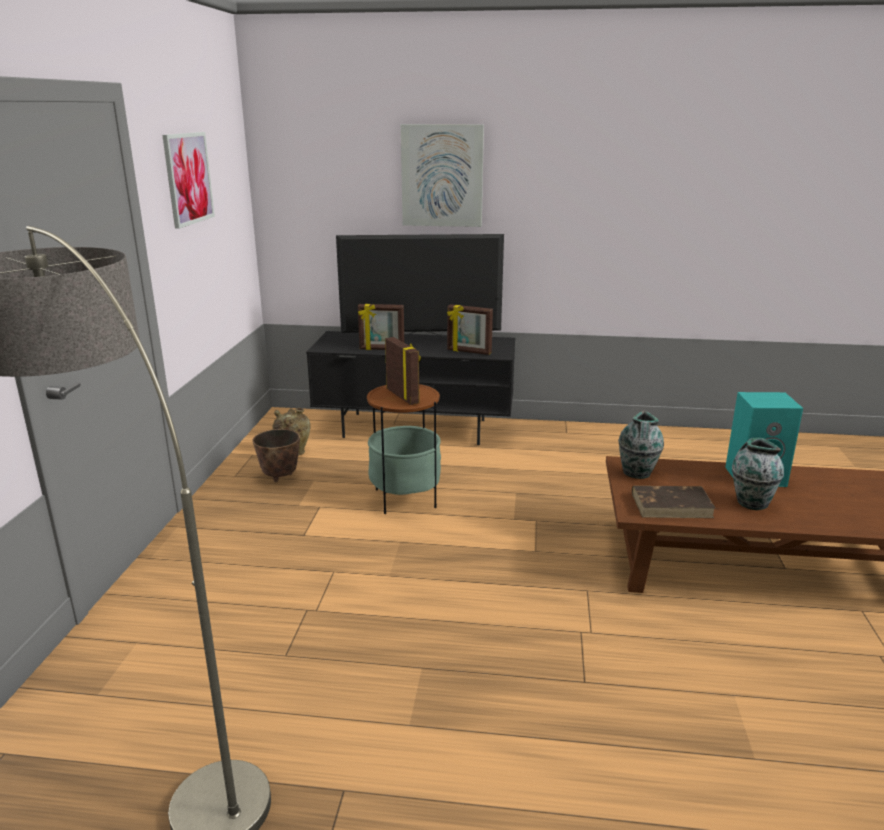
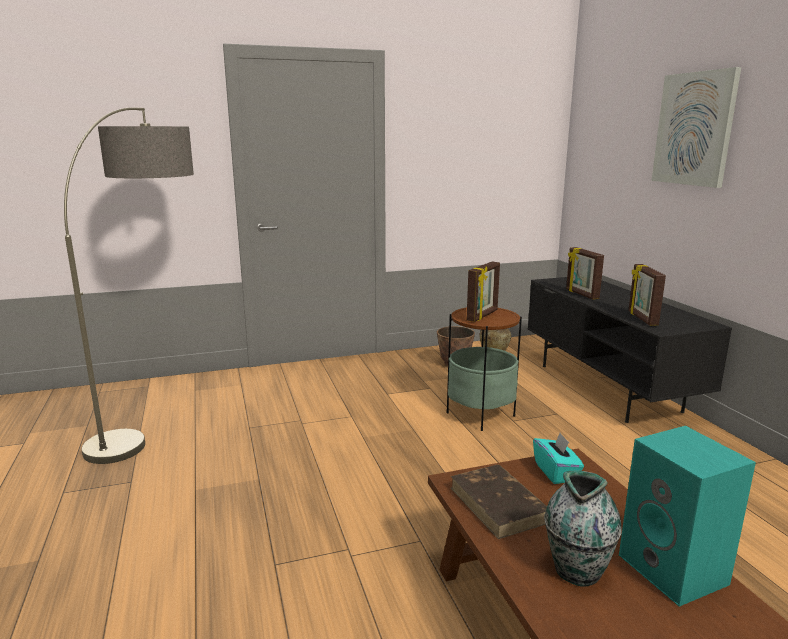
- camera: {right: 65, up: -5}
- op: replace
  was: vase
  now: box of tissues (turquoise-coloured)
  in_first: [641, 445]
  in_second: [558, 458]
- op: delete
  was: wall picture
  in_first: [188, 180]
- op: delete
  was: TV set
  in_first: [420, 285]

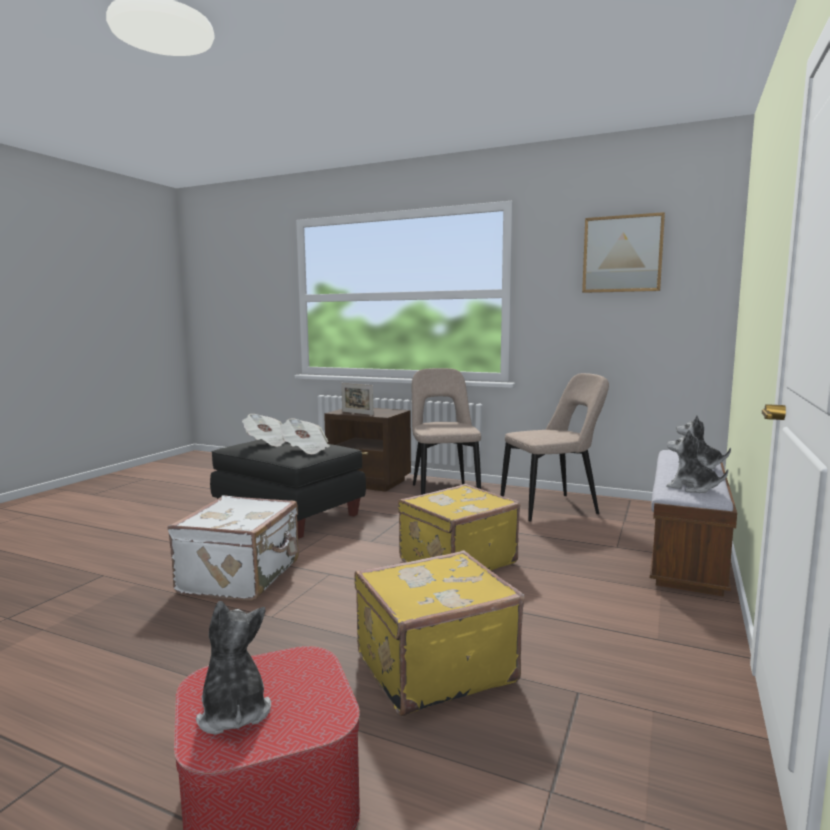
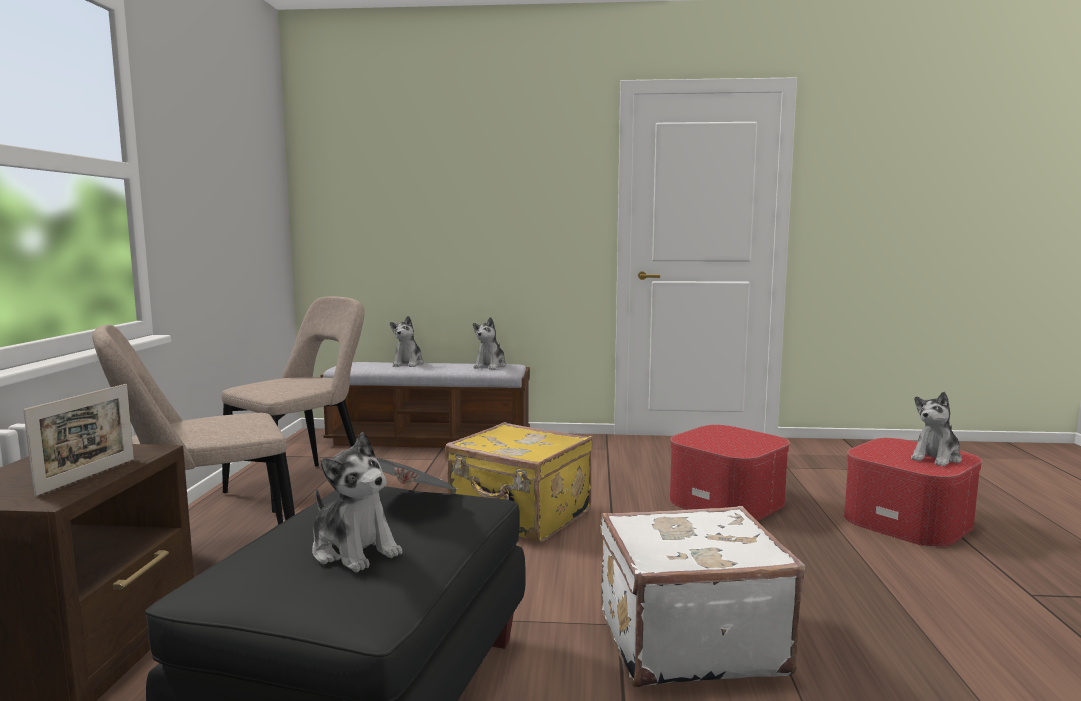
- camera: {right: -110, up: 0}
- op: rotate
  was: chair (beige-coloured)
  in_first: [554, 447]
  in_second: [293, 404]
  clockwise: 75
- op: replace
  was: daily paper
  now: soft toy
  in_first: [264, 430]
  in_second: [357, 502]
- op: replace
  was: travel case (yellow-coloured)
  now: footrest
  in_first: [439, 633]
  in_second: [730, 473]
- op: delete
  was: wall picture
  in_first: [623, 252]

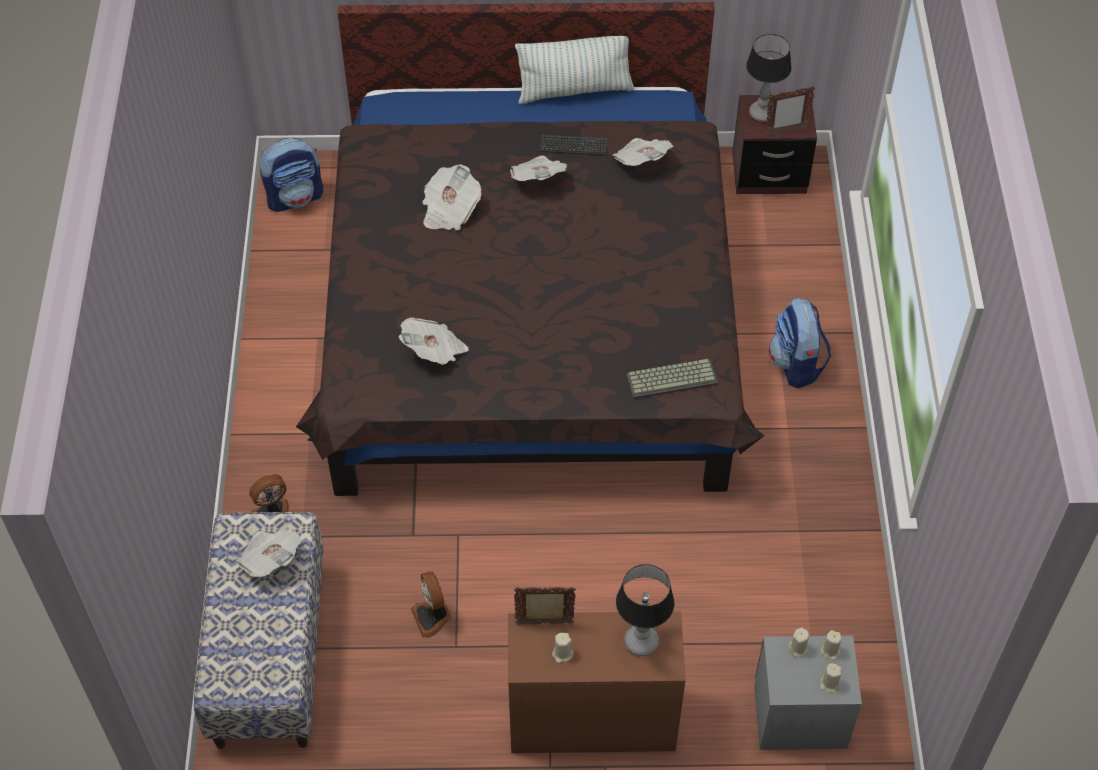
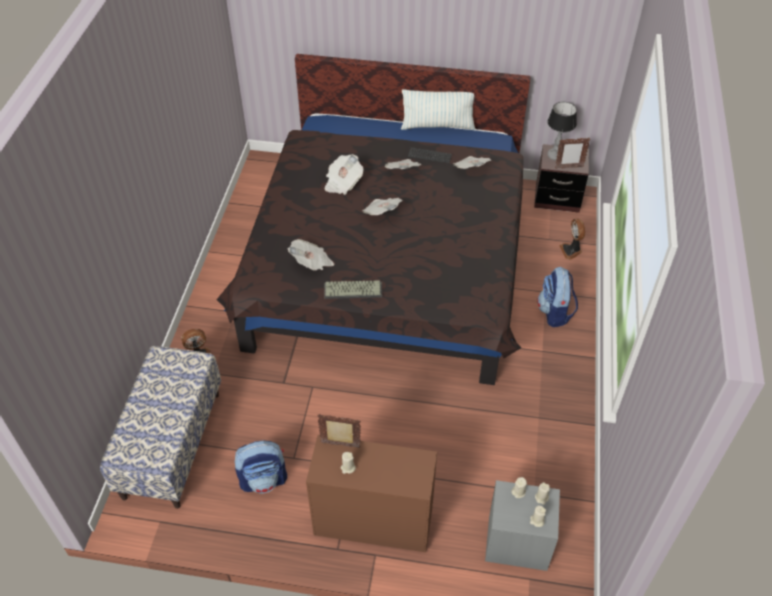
- camera: {right: 10, up: -5}
- op: move
  was: knapsack
  in_first: [291, 174]
  in_second: [260, 467]
- op: move
  was: PC keyboard
  in_first: [672, 379]
  in_second: [353, 290]
- op: move
  was: daily paper
  in_first: [268, 553]
  in_second: [382, 206]
- op: move
  was: cooling fan
  in_first: [431, 604]
  in_second: [572, 239]
- op: delete
  was: lamp for a table
  in_first: [645, 610]

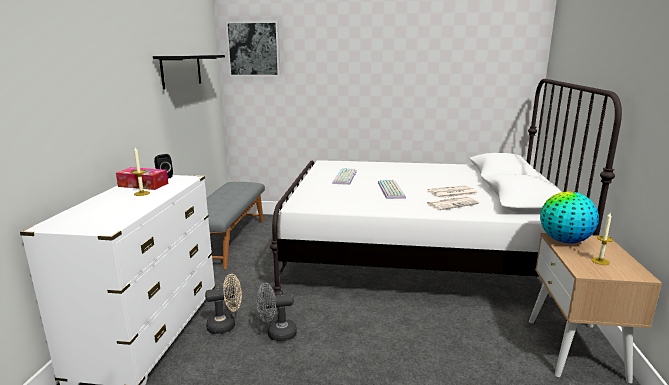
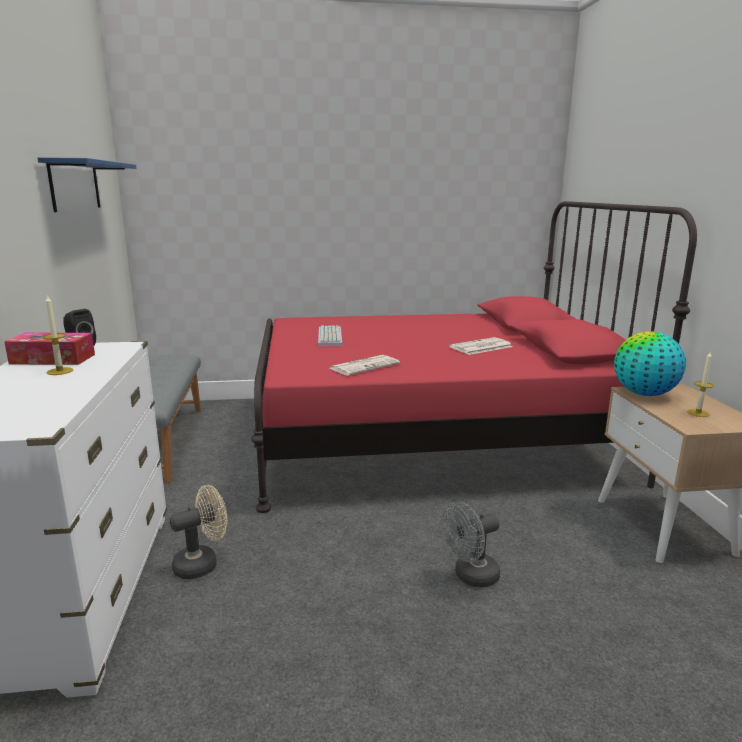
- camera: {right: -15, up: 0}
- op: recolor
  was: wall shelf (blackish)
  now: wall shelf (blue)
  in_first: [189, 72]
  in_second: [87, 184]
- op: recolor
  was: bed (white-coloured)
  now: bed (reddish)
  in_first: [446, 187]
  in_second: [474, 357]
- op: move
  was: daily paper
  in_first: [453, 203]
  in_second: [365, 365]
- op: move
  was: cooling fan (greyish)
  in_first: [277, 312]
  in_second: [471, 545]
- op: delete
  was: wall picture
  in_first: [253, 49]
- op: delete
  was: PC keyboard
  in_first: [392, 189]

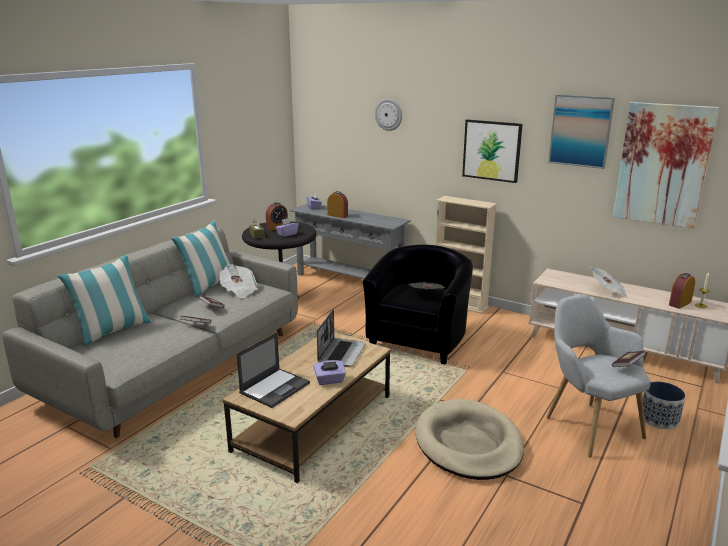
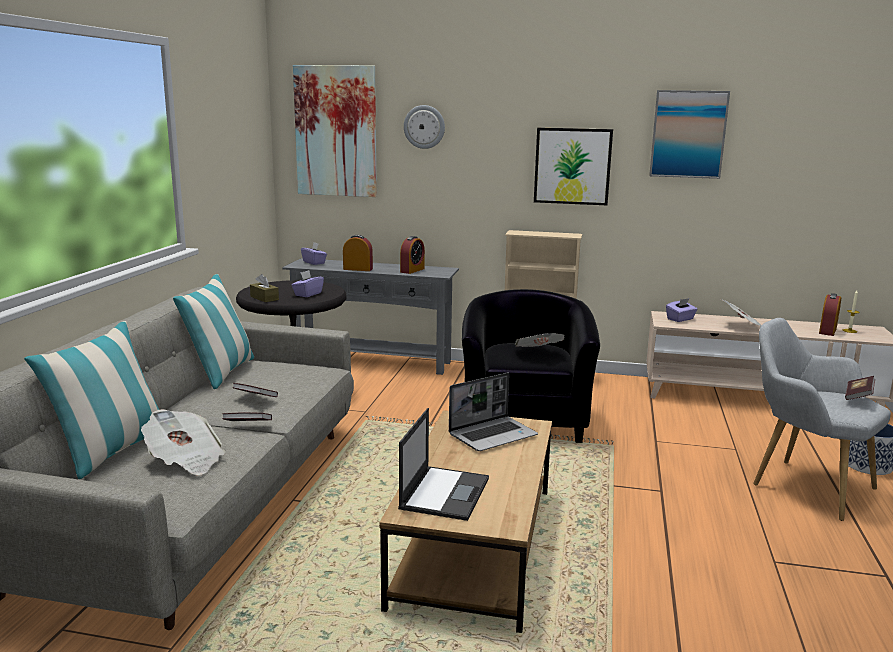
- camera: {right: -20, up: -5}
- op: move
  was: daily paper
  in_first: [238, 281]
  in_second: [183, 442]
- op: move
  was: wall picture
  in_first: [666, 165]
  in_second: [335, 131]
- op: move
  was: bedside clock
  in_first: [277, 216]
  in_second: [412, 255]
- op: rotate
  was: laptop
  in_first: [341, 338]
  in_second: [493, 411]
  clockwise: 60
- op: move
  was: box of tissues (purple)
  in_first: [329, 372]
  in_second: [681, 310]
- op: delete
  was: pet bed (beige-coloured)
  in_first: [469, 439]

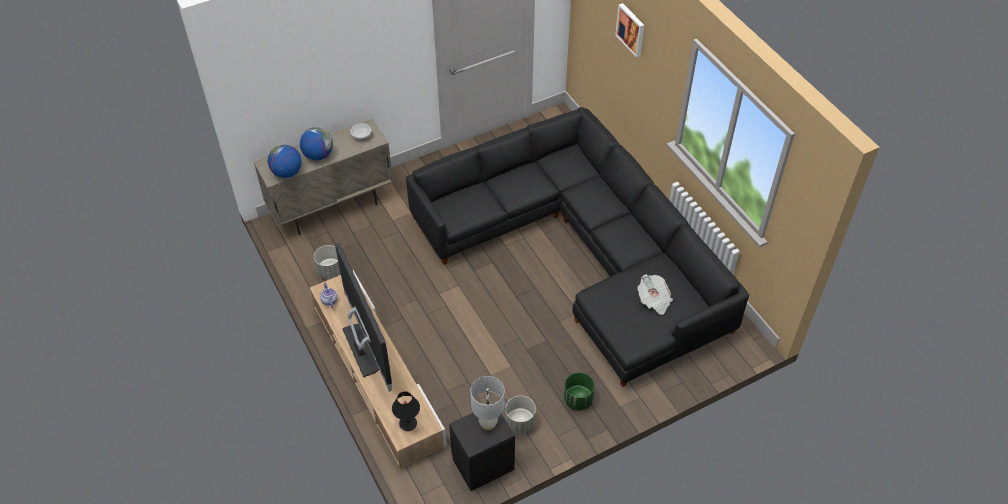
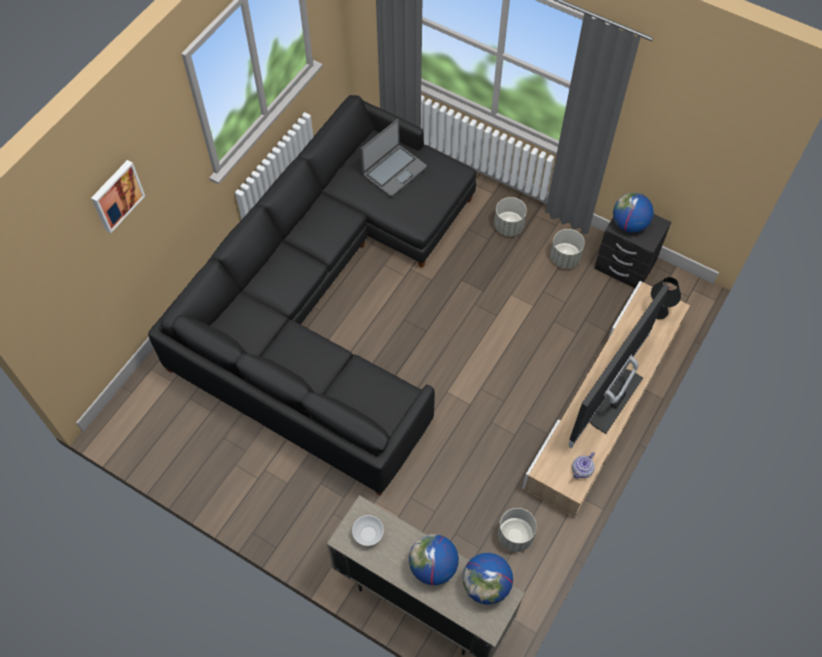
- camera: {right: -120, up: 10}
- op: replace
  was: daily paper
  now: laptop
  in_first: [655, 294]
  in_second: [394, 158]
- op: recolor
  was: plant pot (greenish)
  now: plant pot (greyish)
  in_first: [579, 391]
  in_second: [510, 216]
- op: replace
  was: lamp for a table (white-coloured)
  now: globe
  in_first: [488, 403]
  in_second: [633, 213]

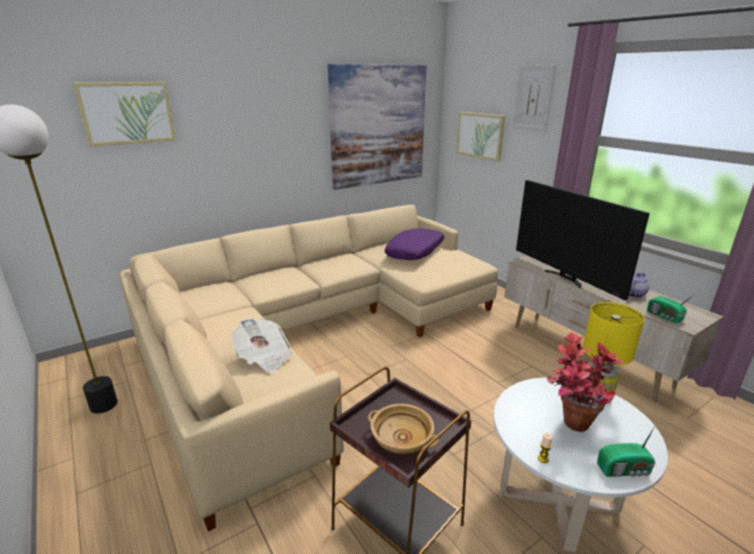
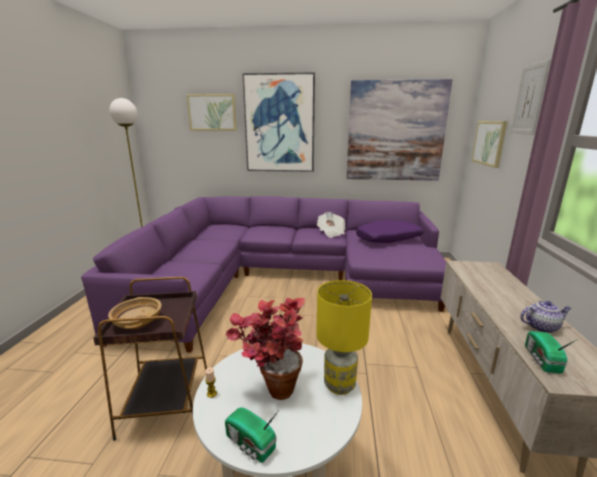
- camera: {right: 40, up: -5}
- op: recolor
  was: couch (beige-coloured)
  now: couch (purple)
  in_first: [309, 368]
  in_second: [263, 274]
- op: insert
  now: wall picture
  in_second: [278, 122]
- op: move
  was: daily paper
  in_first: [262, 345]
  in_second: [331, 225]
- op: delete
  was: TV set
  in_first: [583, 240]

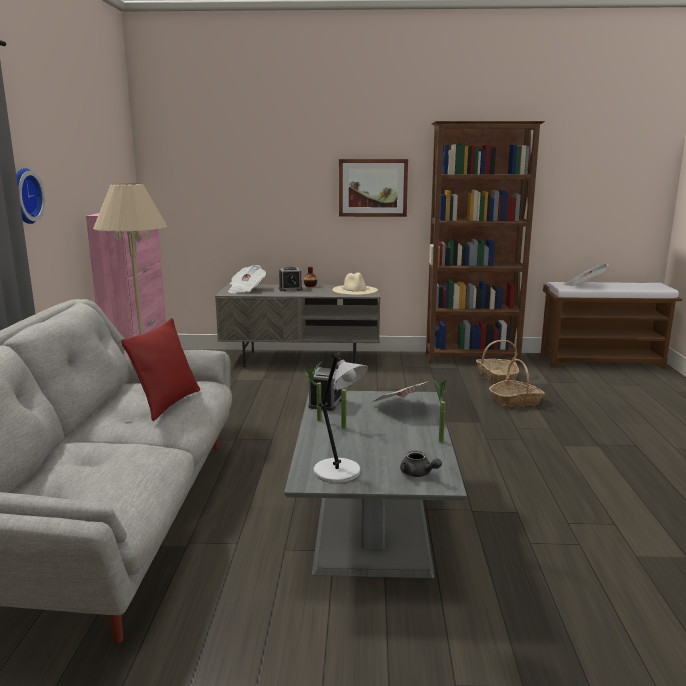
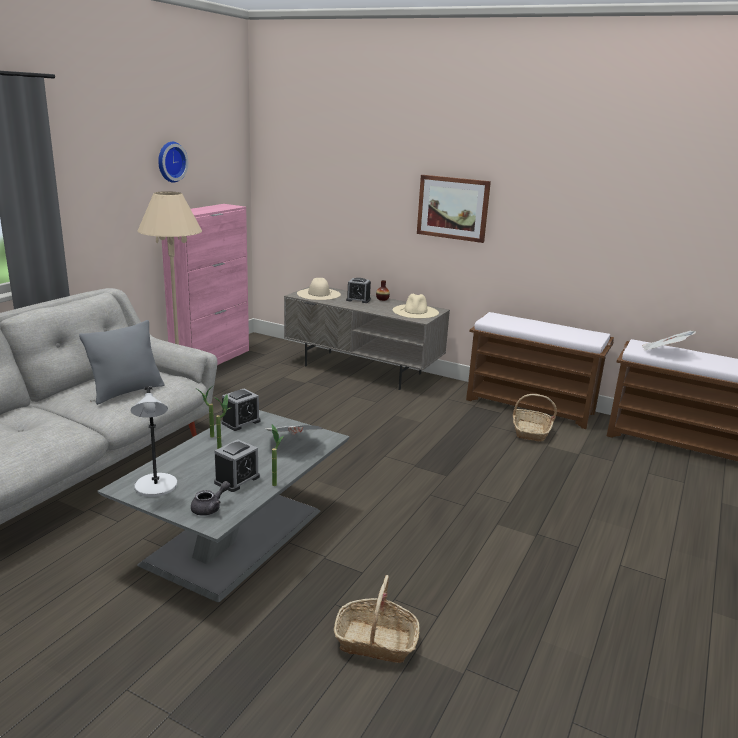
- camera: {right: 25, up: 5}
- op: recolor
  was: pillow (reddish)
  now: pillow (greyish)
  in_first: [160, 369]
  in_second: [122, 362]
- op: move
  was: wall clock
  in_first: [30, 196]
  in_second: [173, 162]
- op: rotate
  was: pot for tea (greyish)
  in_first: [421, 464]
  in_second: [210, 498]
  clockwise: -120
- op: insert
  now: bedside clock
  in_second: [237, 465]
- op: replace
  was: daily paper
  now: wearable hat (beige-coloured)
  in_first: [247, 279]
  in_second: [319, 289]
- op: move
  was: storage basket
  in_first: [517, 383]
  in_second: [377, 619]
- op: replace
  was: bookshelf (brown-coloured)
  now: bench (brown-coloured)
  in_first: [485, 243]
  in_second: [540, 370]

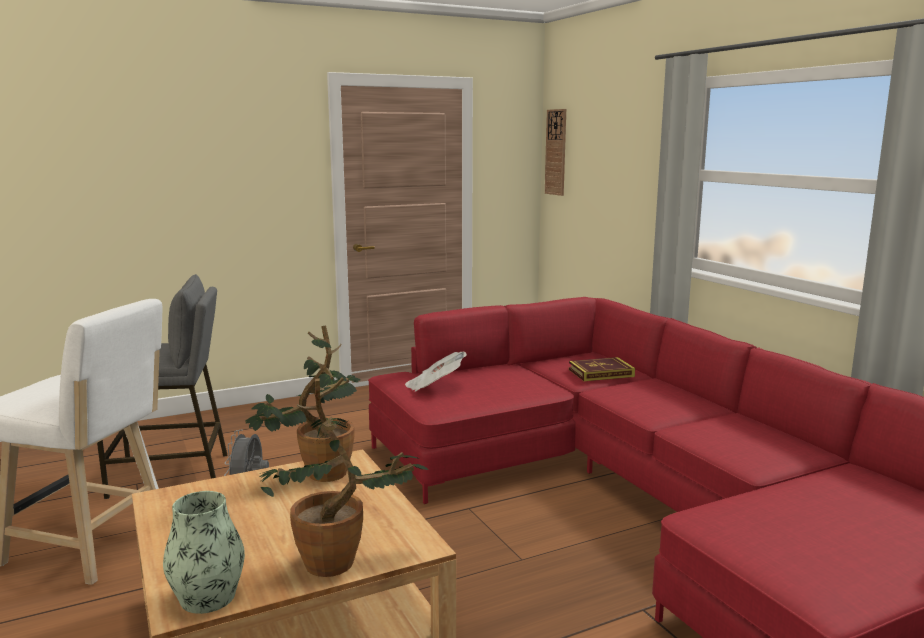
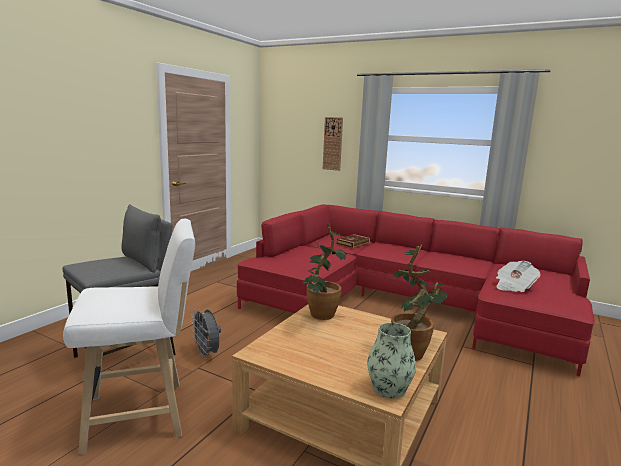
- camera: {right: -35, up: 0}
- op: move
  was: wall clock
  in_first: [555, 152]
  in_second: [333, 144]
- op: move
  was: daily paper
  in_first: [436, 371]
  in_second: [518, 276]

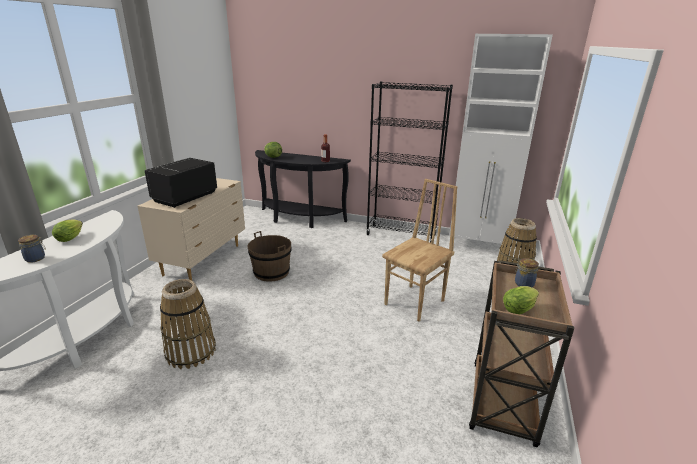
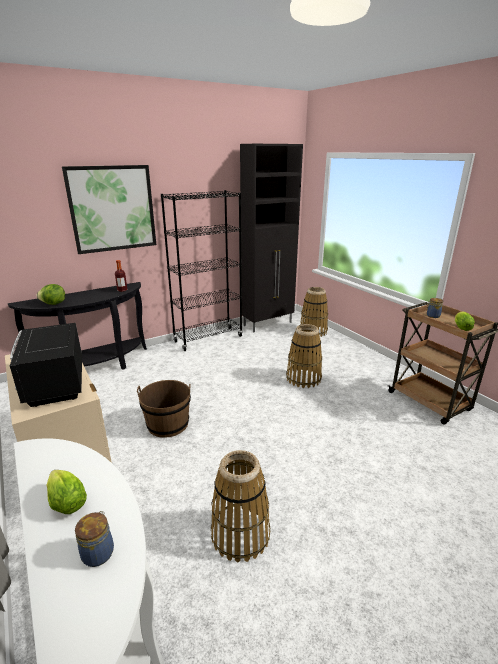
- camera: {right: -50, up: 0}
- op: insert
  now: wall picture
  in_second: [109, 209]
- op: recolor
  was: storage cabinet (white-coloured)
  now: storage cabinet (blackish)
  in_first: [501, 139]
  in_second: [271, 238]
- op: replace
  was: chair (brown-coloured)
  now: storage basket
  in_first: [419, 250]
  in_second: [304, 356]

